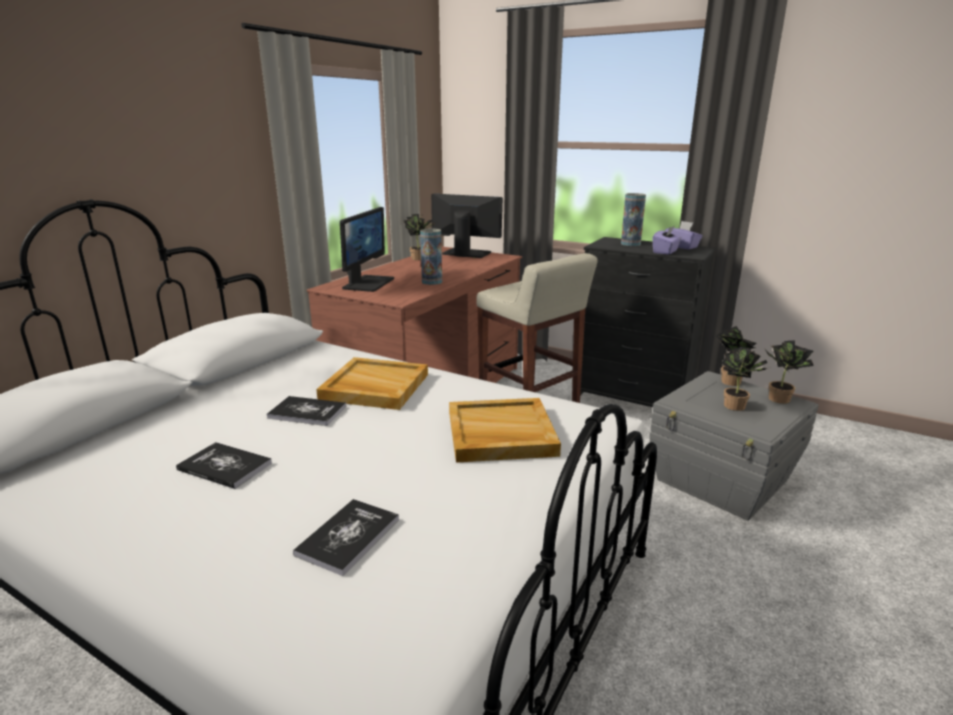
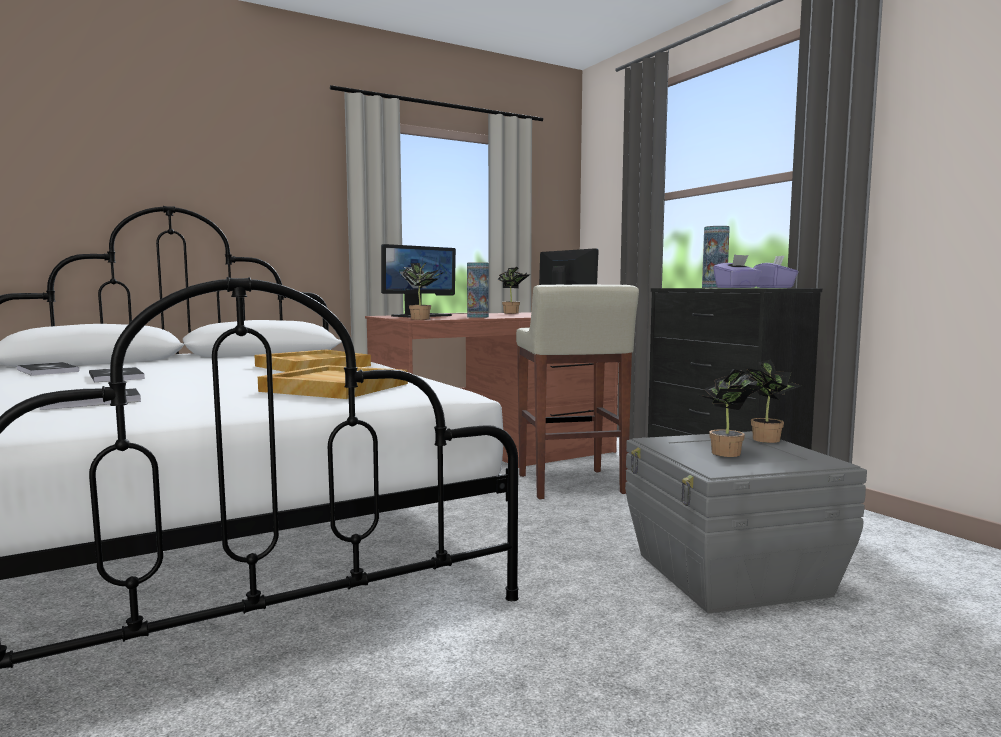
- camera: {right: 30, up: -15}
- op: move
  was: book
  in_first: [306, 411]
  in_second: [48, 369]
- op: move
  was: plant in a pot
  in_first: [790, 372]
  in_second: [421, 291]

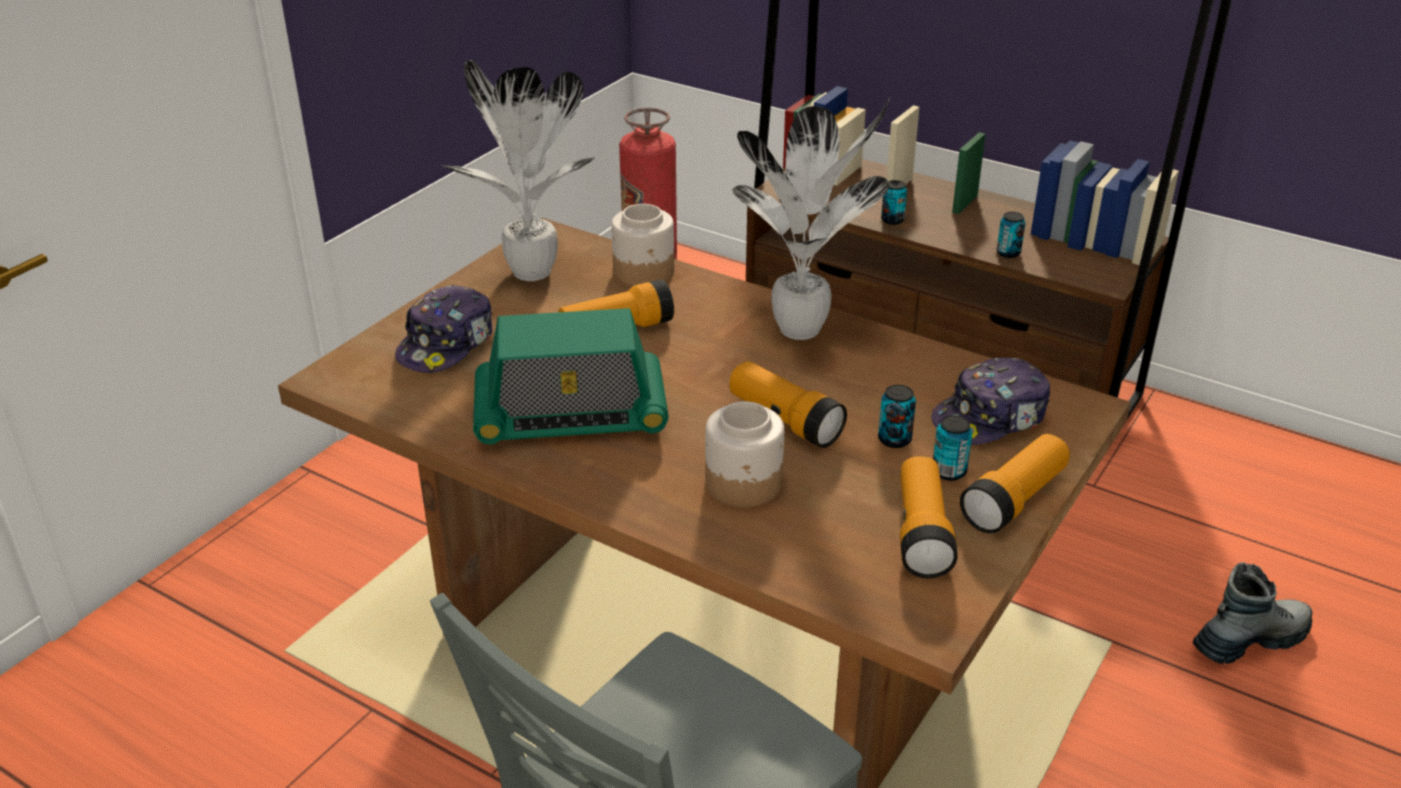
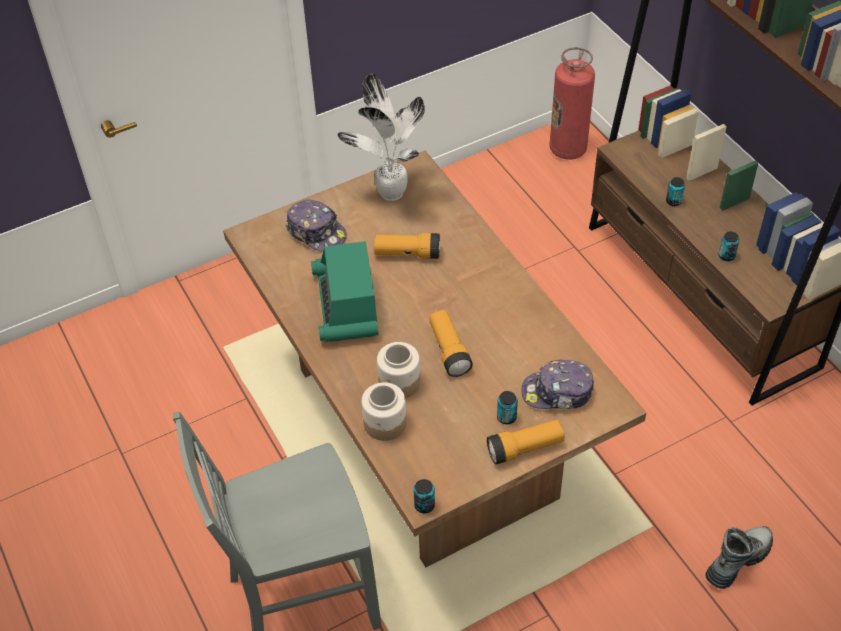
- camera: {right: 30, up: 15}
- op: rotate
  was: cap
  in_first: [443, 329]
  in_second: [316, 225]
  clockwise: -105
- op: rotate
  was: radio set
  in_first: [571, 376]
  in_second: [345, 291]
  clockwise: 60
- op: move
  was: preserve jar
  in_first: [642, 245]
  in_second: [384, 411]
- op: move
  was: metal can
  in_first: [897, 416]
  in_second: [424, 496]
- op: rotate
  was: high-top boot
  in_first: [1252, 613]
  in_second: [739, 557]
  clockwise: -45
- op: delete
  was: plant in a pot
  in_first: [811, 219]
- op: delete
  was: hand torch
  in_first: [929, 517]

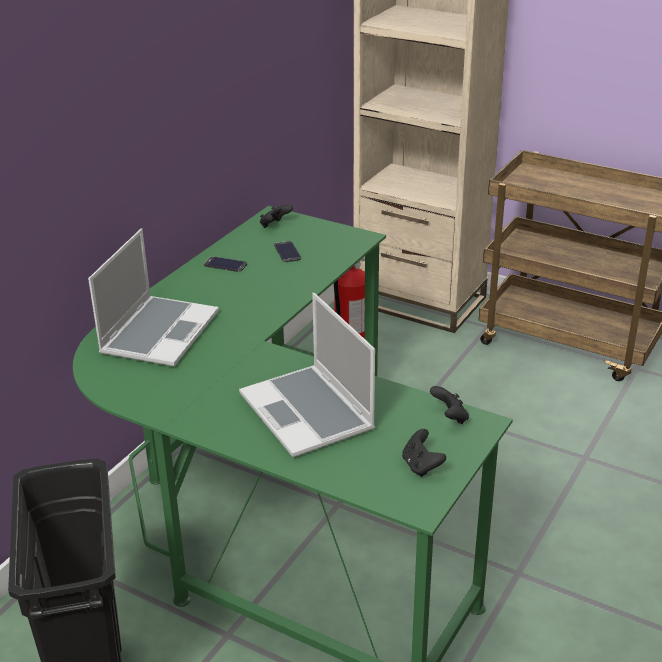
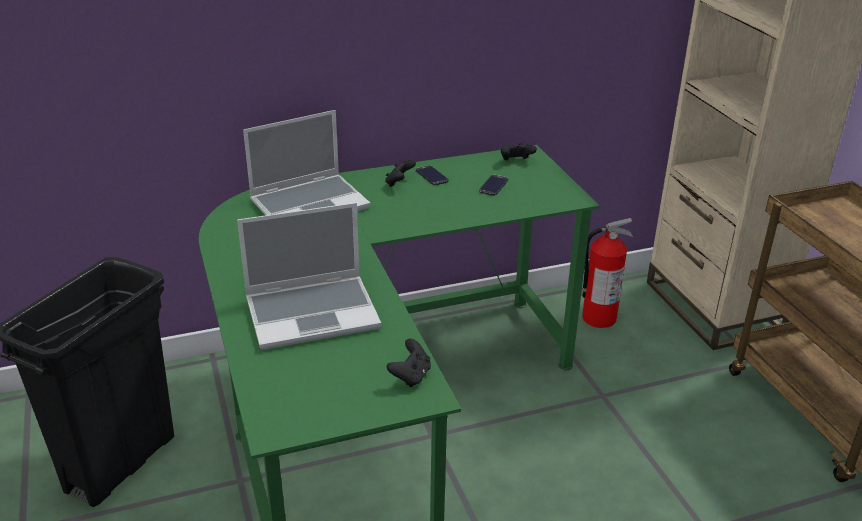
- camera: {right: 40, up: 0}
- op: rotate
  was: laptop
  in_first: [307, 375]
  in_second: [309, 276]
  clockwise: -120
- op: move
  was: game controller (blackish)
  in_first: [424, 453]
  in_second: [400, 173]

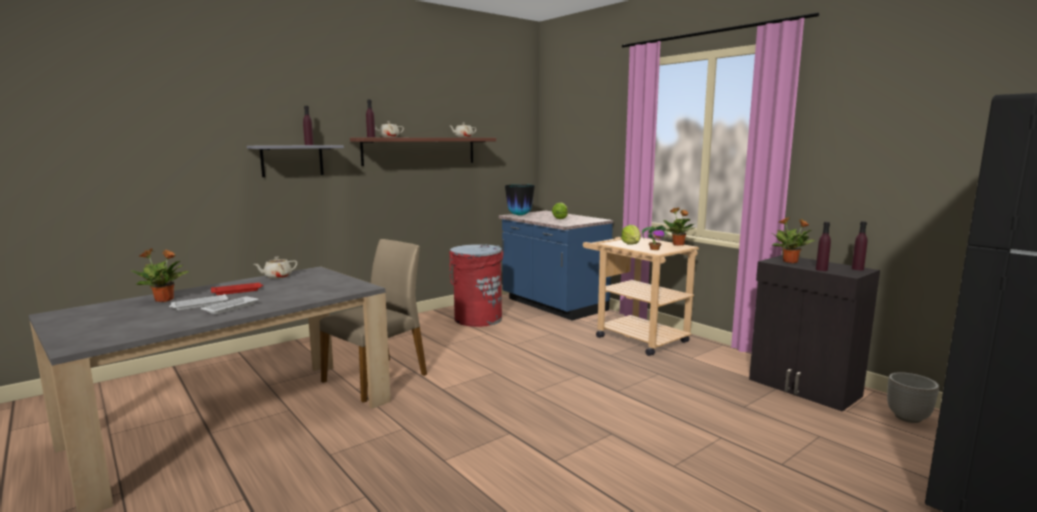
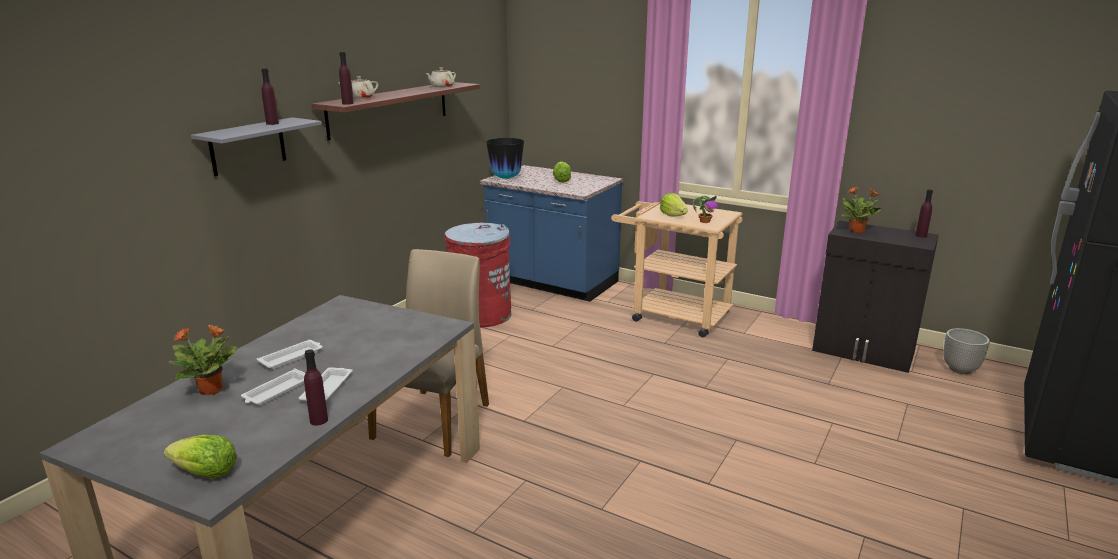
- camera: {right: -20, up: 10}
- op: insert
  now: head of lettuce
  in_second: [200, 456]
- op: recolor
  was: serving tray (reddish)
  now: serving tray (white-coloured)
  in_first: [237, 289]
  in_second: [290, 354]
- op: move
  was: bottle (purple)
  in_first: [823, 246]
  in_second: [316, 387]
- op: delete
  was: pot for tea (beige-coloured)
  in_first: [276, 268]
- op: delete
  was: plant in a pot
  in_first: [679, 227]

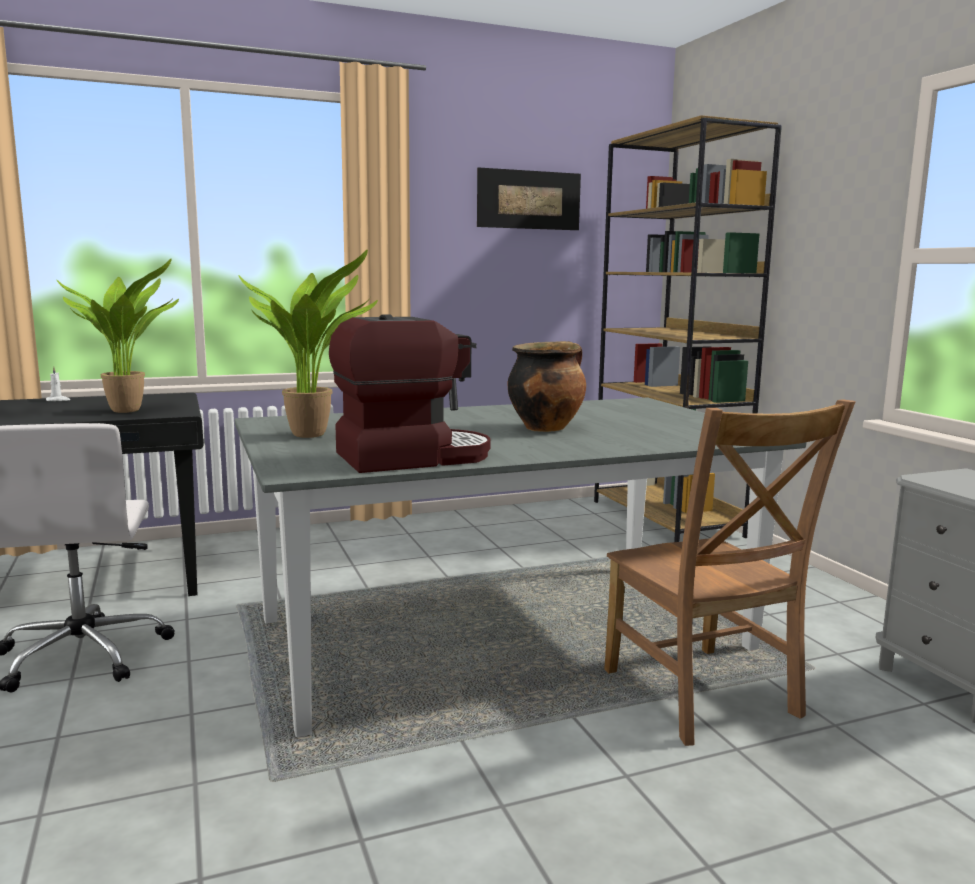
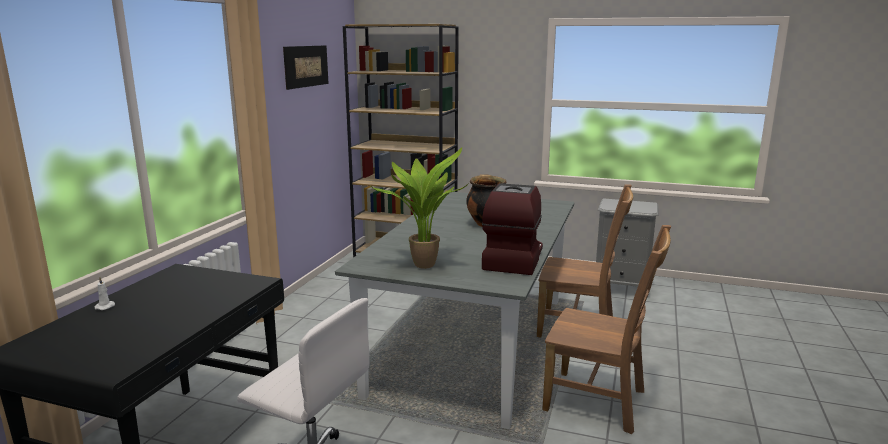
- camera: {right: -50, up: 5}
- op: insert
  now: chair (brown-coloured)
  in_second: [606, 329]
- op: delete
  was: plant in a pot
  in_first: [117, 336]

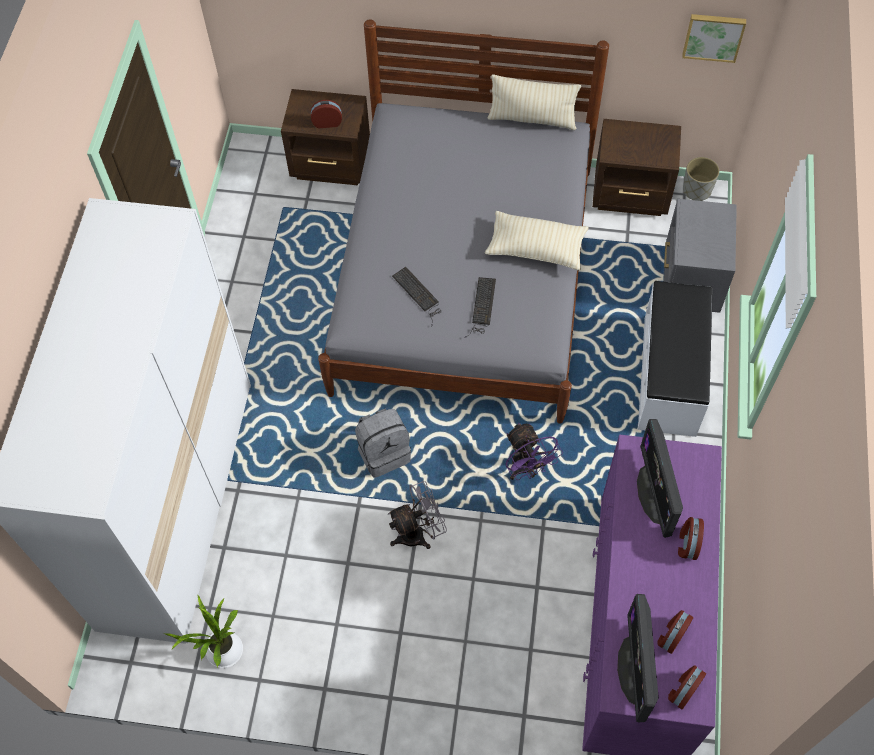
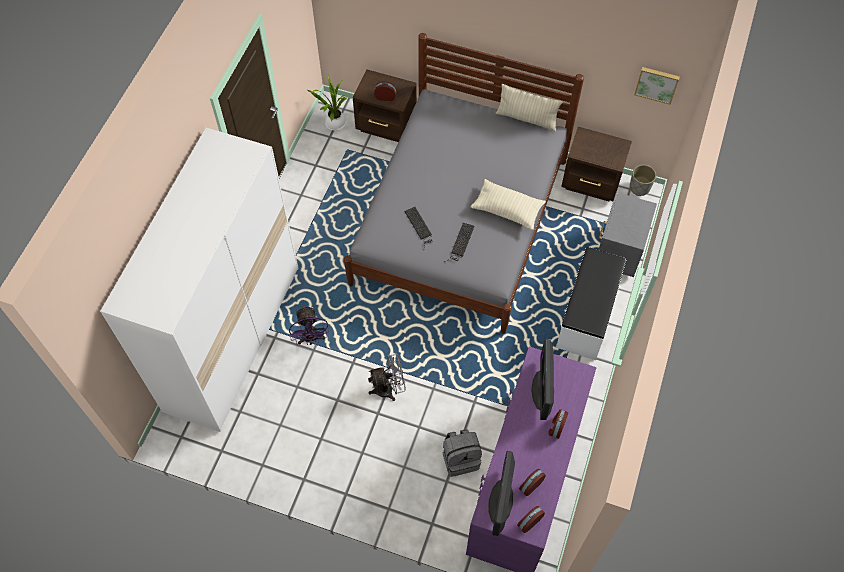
- camera: {right: 10, up: 0}
- op: move
  was: cooling fan (purple)
  in_first: [534, 451]
  in_second: [309, 325]
- op: move
  was: plant in a pot
  in_first: [204, 631]
  in_second: [327, 102]
- op: move
  was: knapsack (greyish)
  in_first: [383, 443]
  in_second: [462, 453]

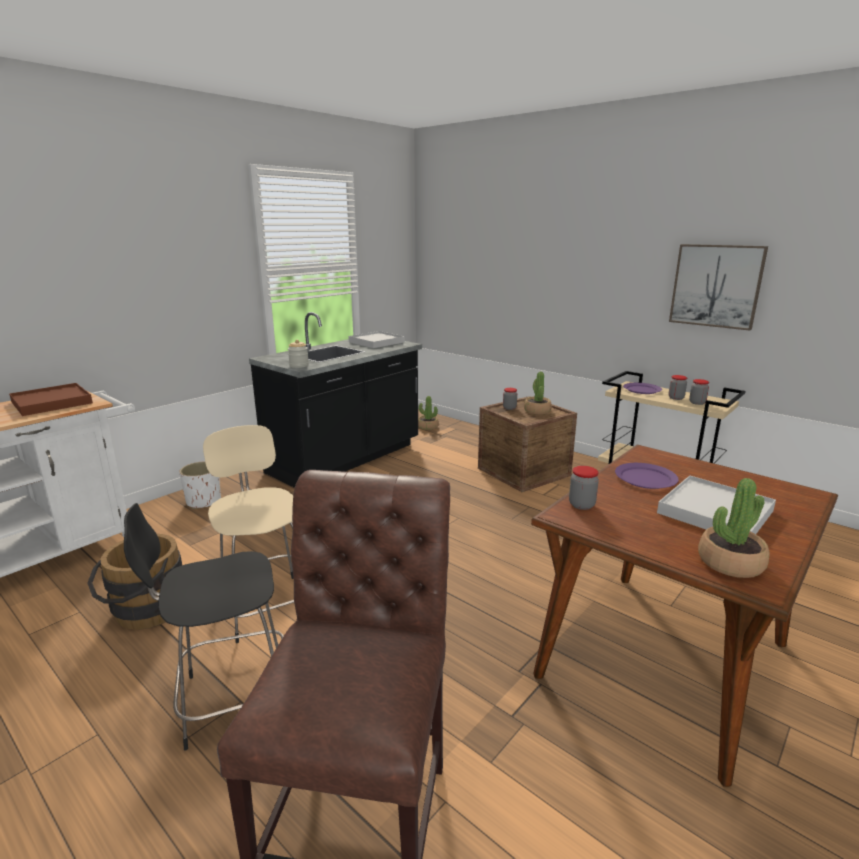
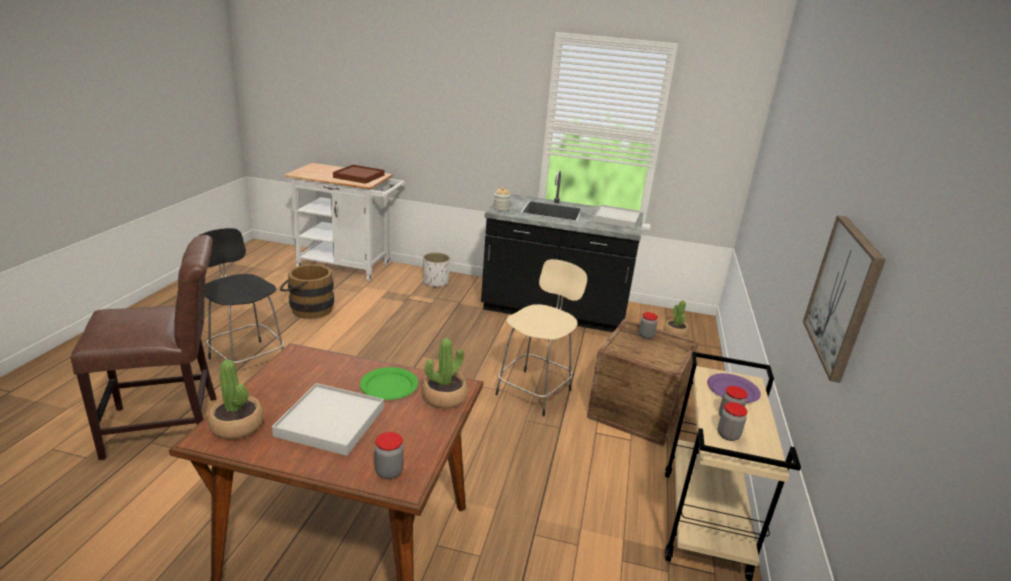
- camera: {right: 60, up: 5}
- op: recolor
  was: flat dish (purple)
  now: flat dish (greenish)
  in_first: [647, 476]
  in_second: [389, 383]
- op: move
  was: preserve jar
  in_first: [584, 488]
  in_second: [389, 455]
- op: move
  was: plant in a pot
  in_first: [538, 393]
  in_second: [445, 373]
- op: move
  was: stool (beige-coloured)
  in_first: [248, 534]
  in_second: [541, 337]

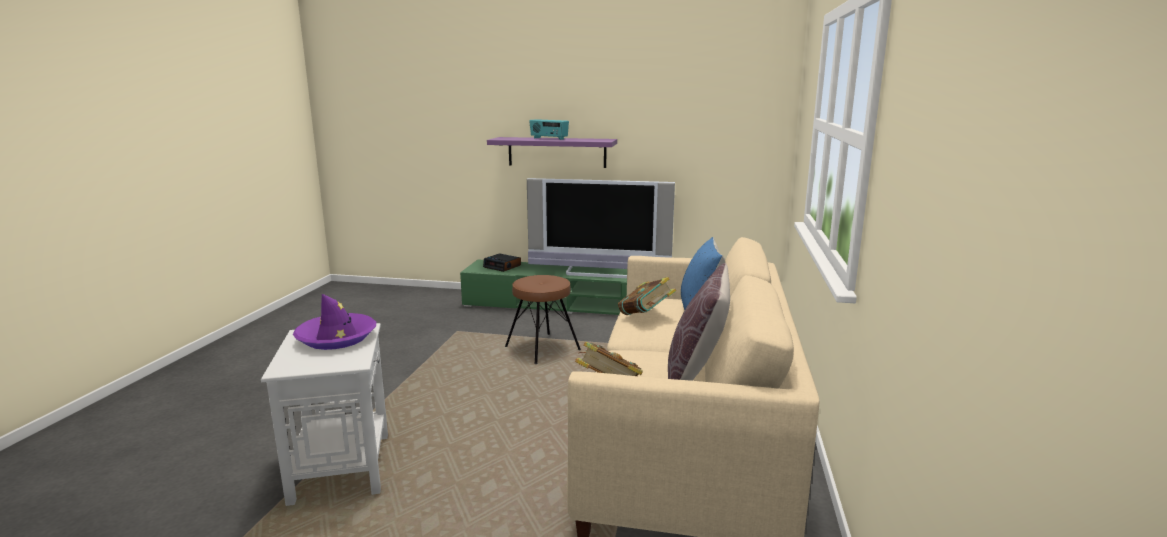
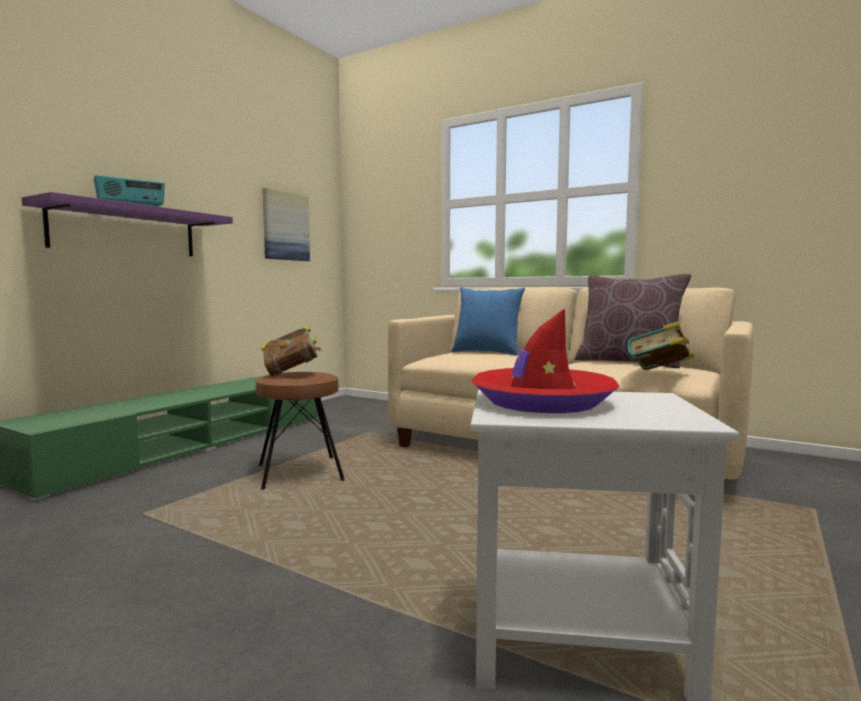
- camera: {right: -70, up: -10}
- op: move
  was: book
  in_first: [647, 296]
  in_second: [291, 350]
- op: insert
  now: wall picture
  in_second: [286, 224]
- op: recolor
  was: wearable hat (purple)
  now: wearable hat (reddish)
  in_first: [334, 322]
  in_second: [545, 360]
- op: delete
  was: bedside clock
  in_first: [502, 262]
- op: delete
  was: TV set
  in_first: [601, 228]

